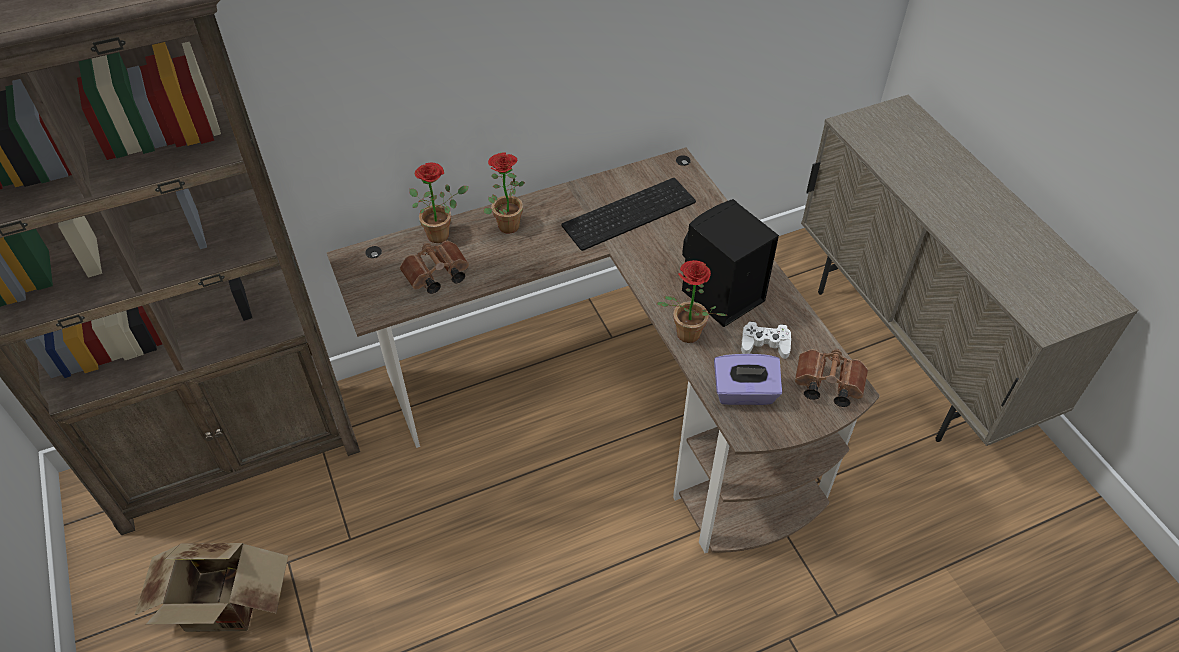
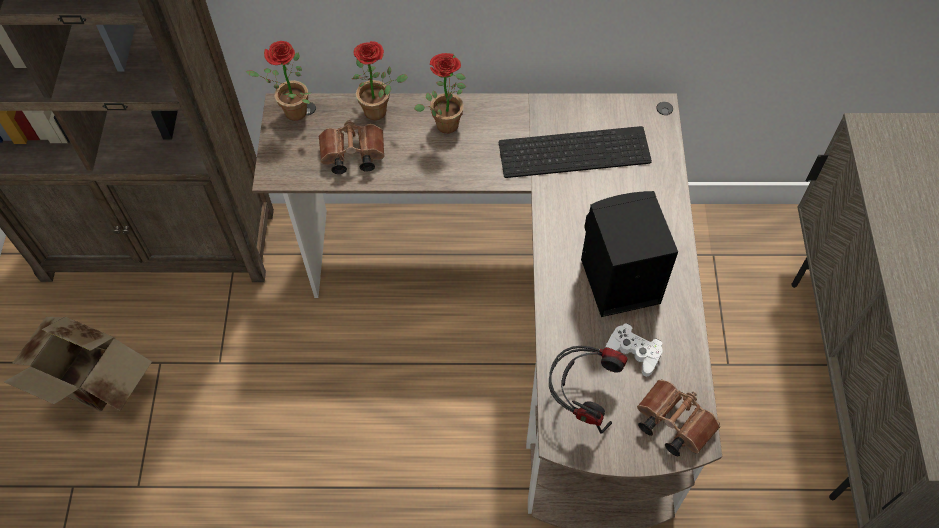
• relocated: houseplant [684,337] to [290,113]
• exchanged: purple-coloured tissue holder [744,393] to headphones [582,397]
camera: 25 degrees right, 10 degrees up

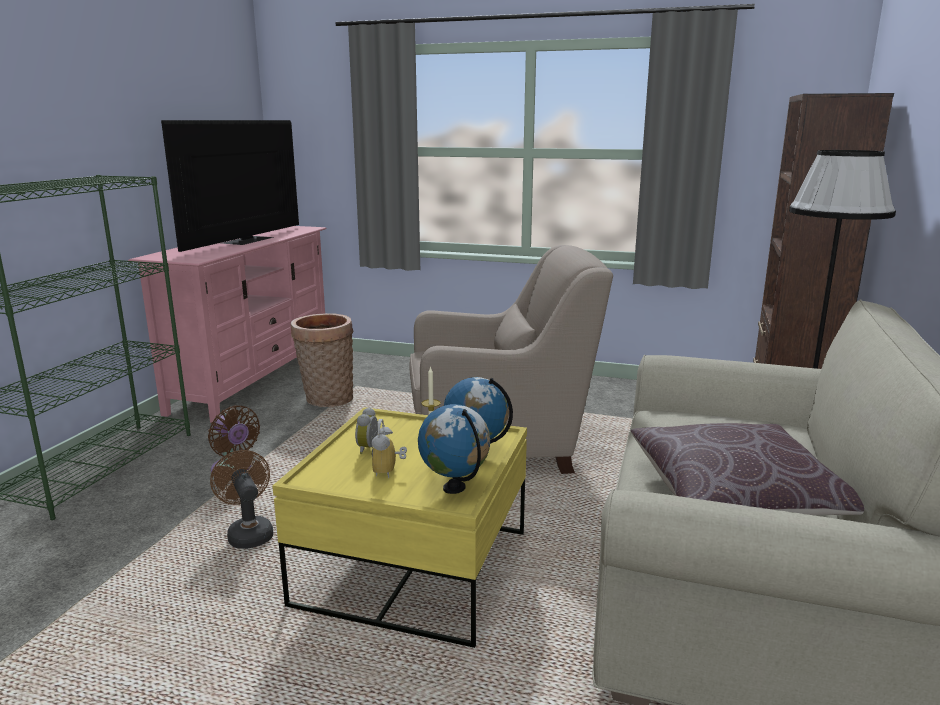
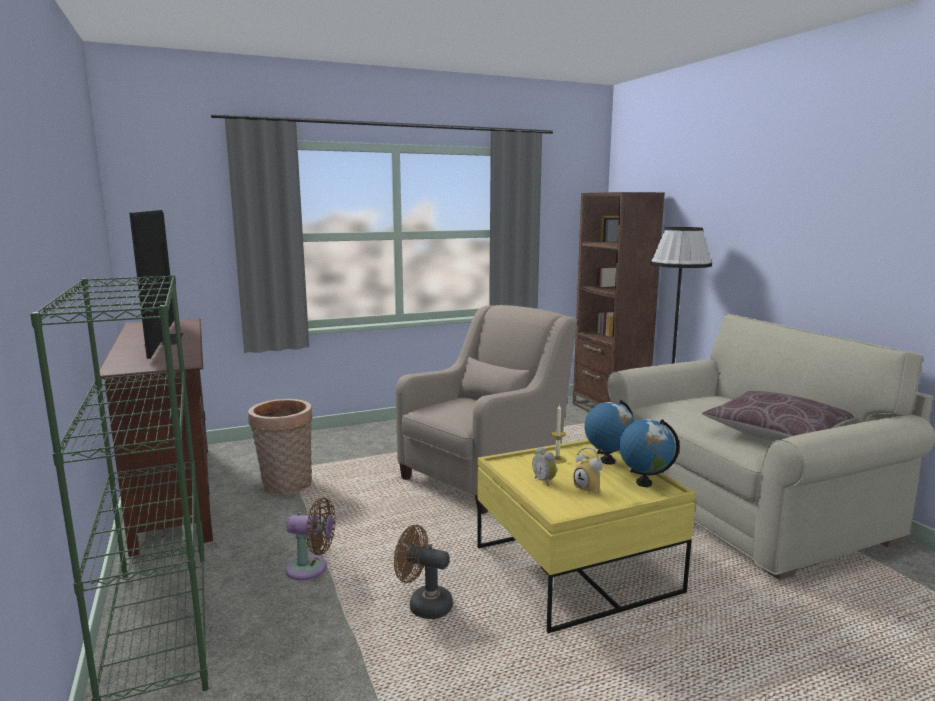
• colour: pink-coloured tv unit [253,381] to brown-coloured tv unit [174,494]
camera: 40 degrees left, 5 degrees down

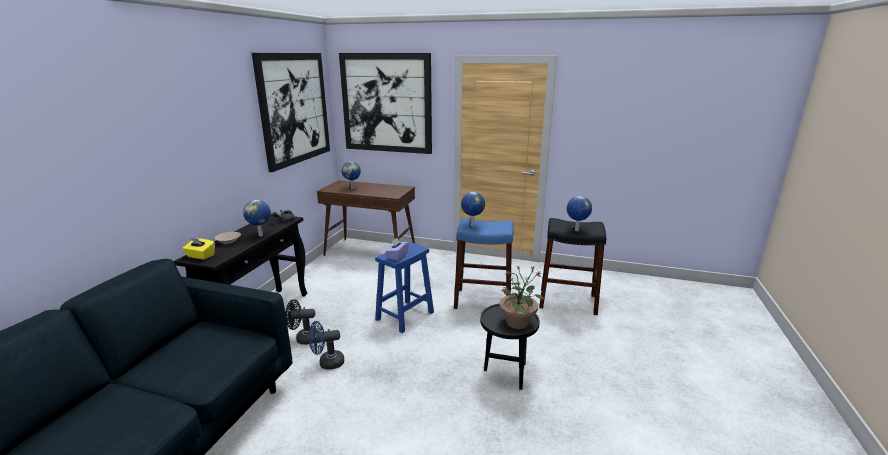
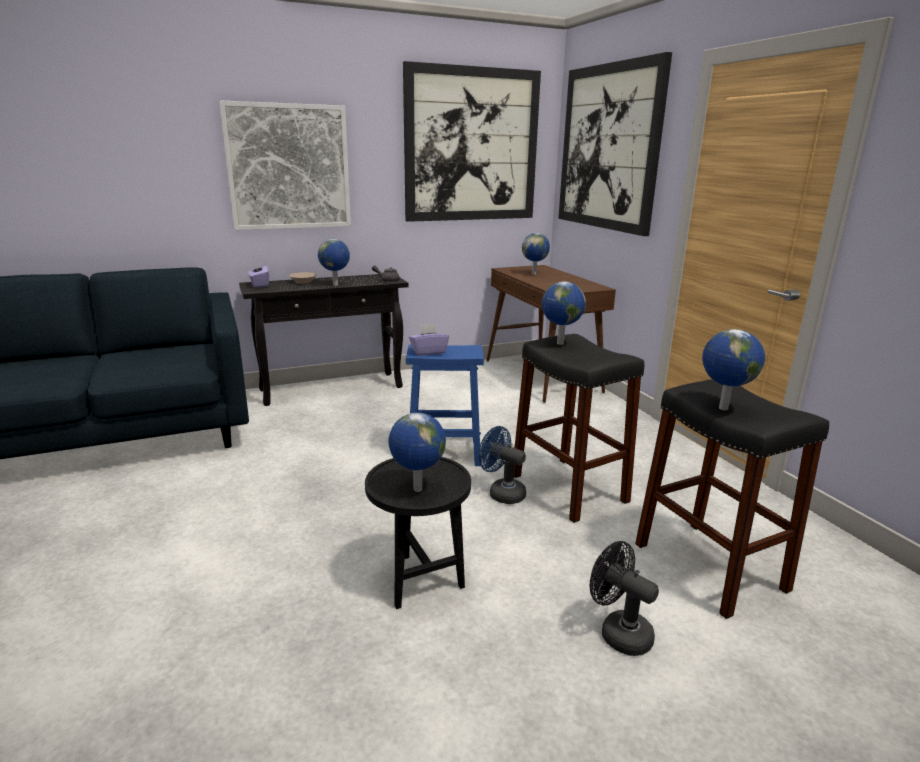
• colour: yellowish tissue holder [200,256] to purple-coloured tissue holder [259,285]
• relocated: black-coloured fan [303,339] to [618,632]
• relocated: bluish fan [327,363] to [502,493]
• colour: bluish sitting stool [483,300] to black-coloured sitting stool [569,488]
• exchanged: houseplant [518,322] to world globe [417,489]
• appeared: picture [289,167]
camera: 50 degrees right, 0 degrees up

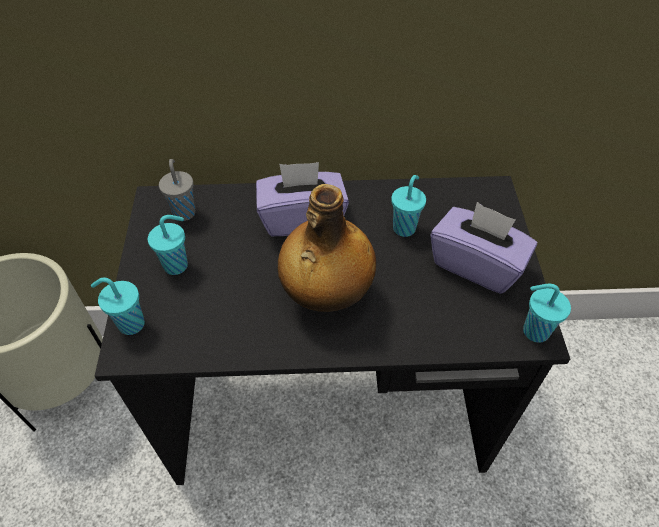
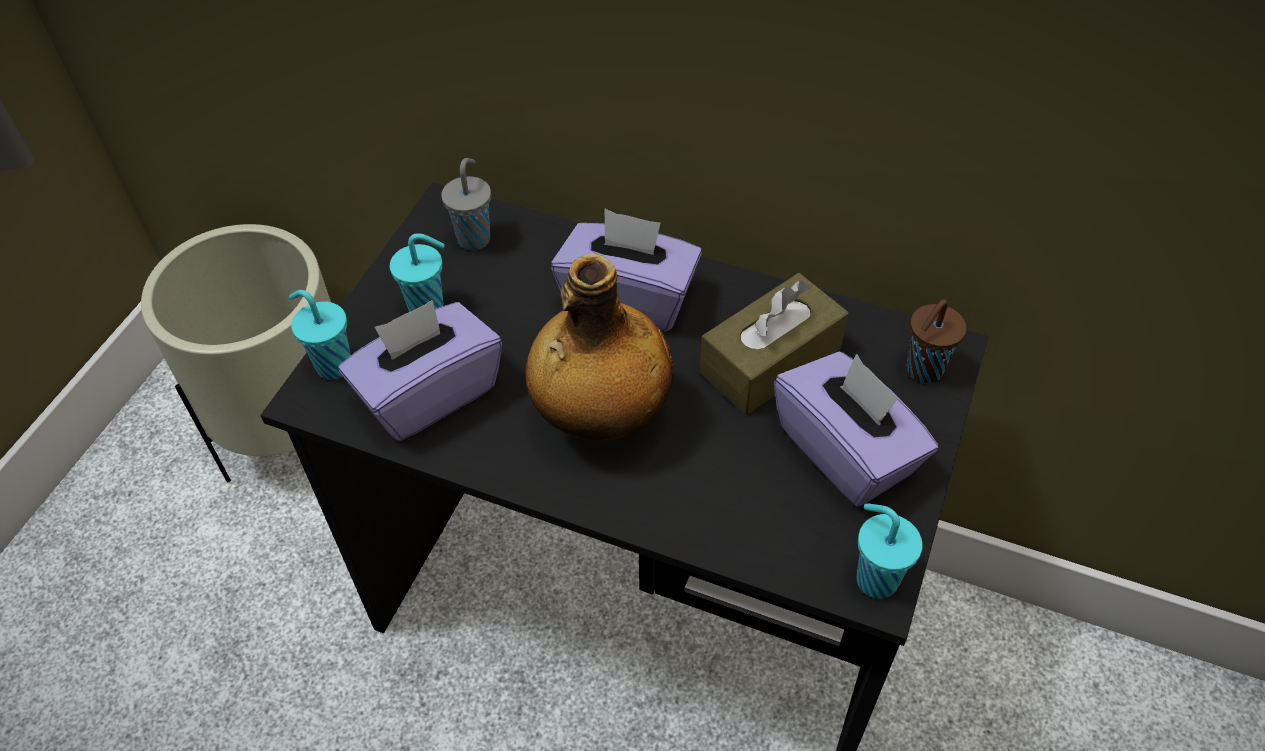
• exchanged: blue-green small cup [404,227] to brown-coloured tissue holder [770,360]
• appeared: purple-coloured tissue holder [429,393]
• appeared: brown-coloured small cup [922,371]
camera: 25 degrees right, 0 degrees up

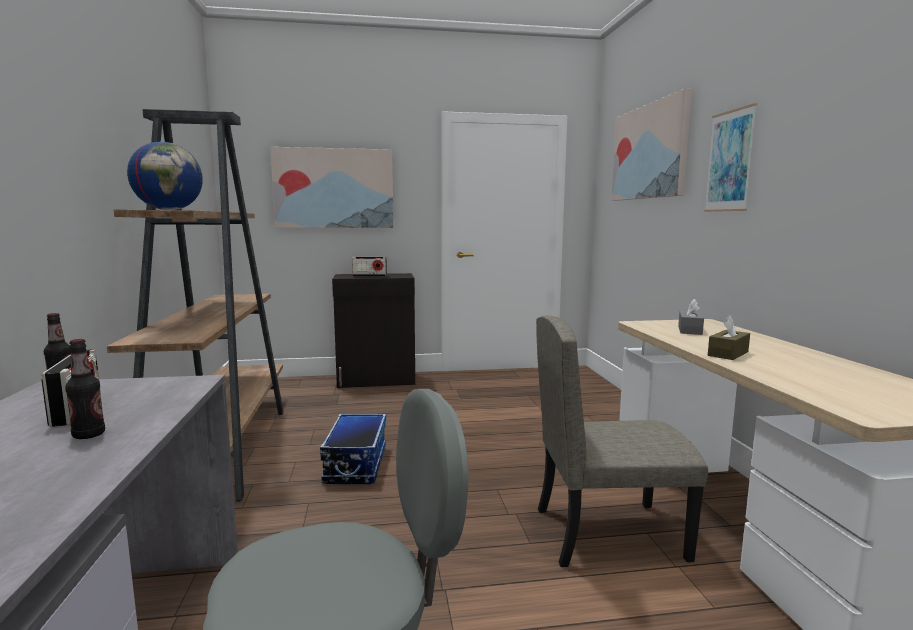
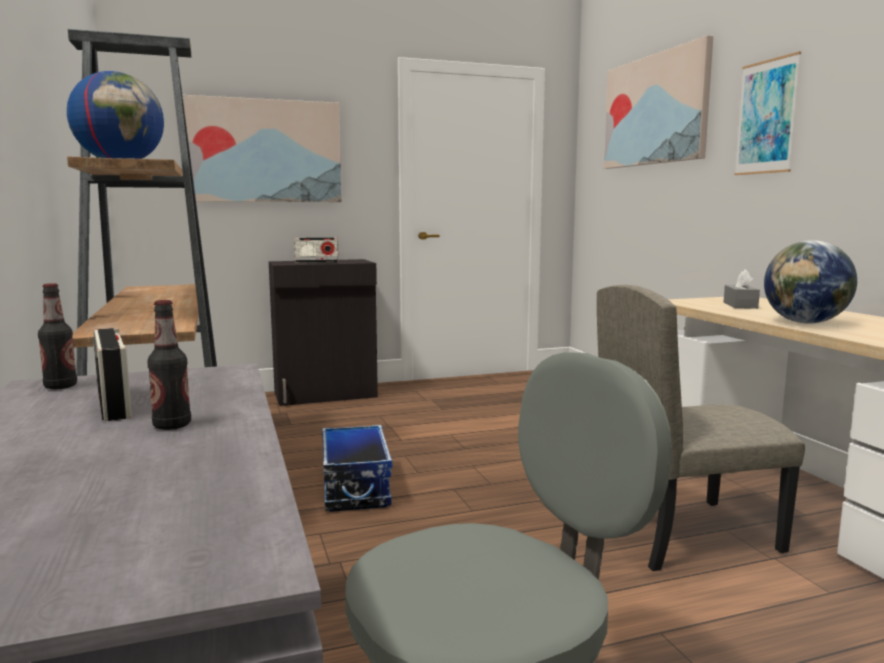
• exchanged: brown-coloured tissue holder [728,354] to world globe [805,323]
camera: 10 degrees left, 0 degrees up

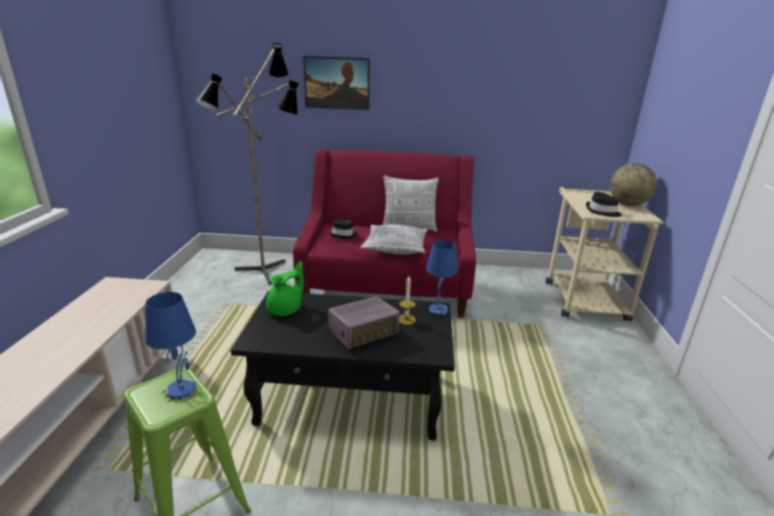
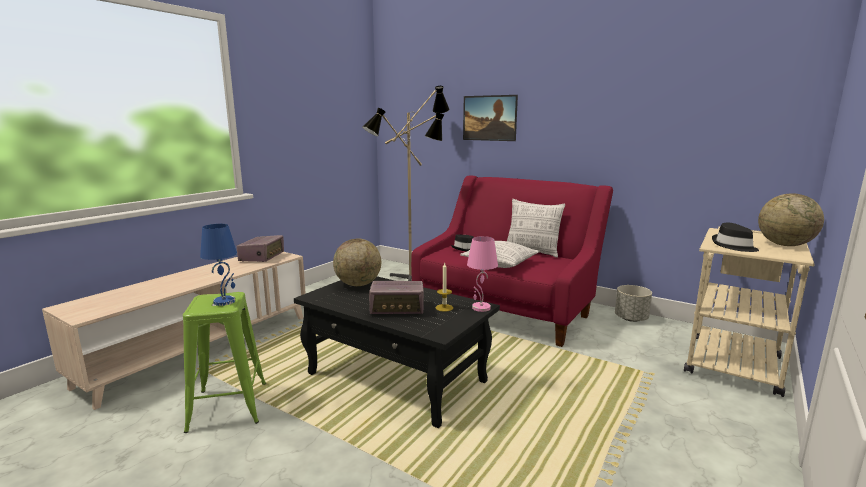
• exchanged: greenish pot for tea [286,310] to world globe [358,284]
• colour: bluish lamp for a table [438,311] to pink-coloured lamp for a table [481,308]
• appeared: radio receiver [262,257]
• appeared: gray planter [631,318]
camera: 30 degrees right, 10 degrees down

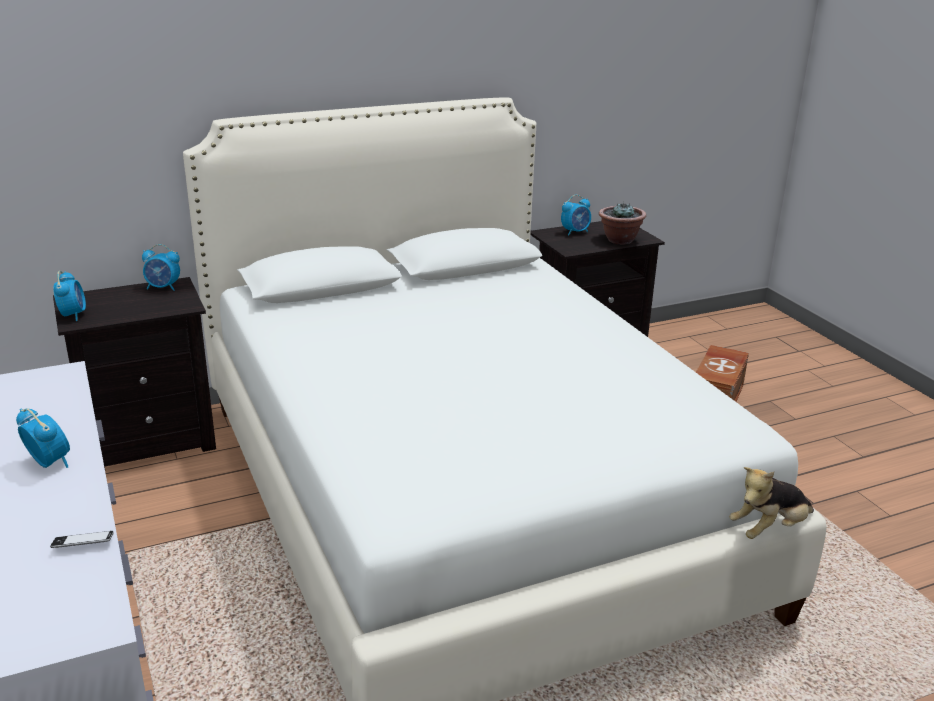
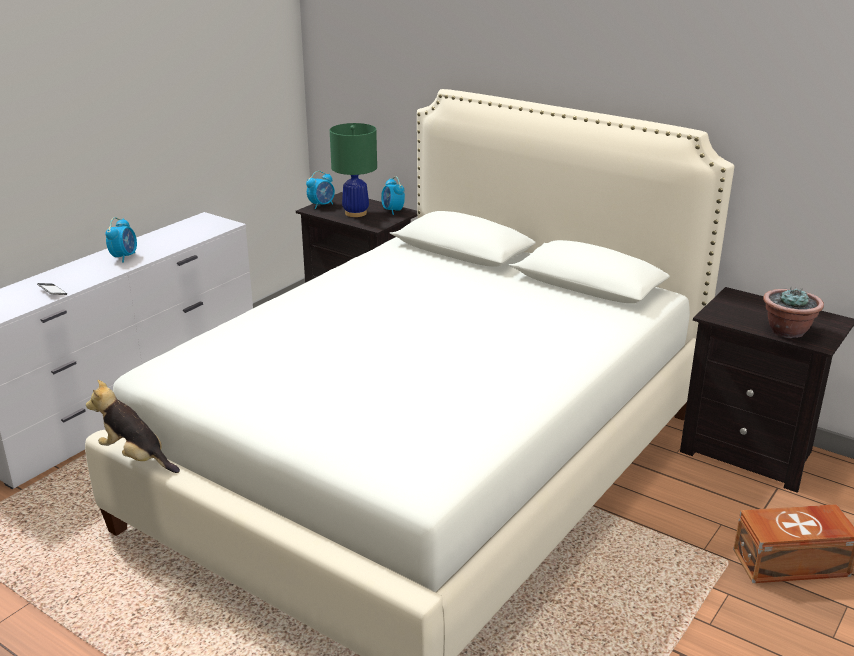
• missing: alarm clock [575,232]
• relocated: soft toy [769,529] to [136,457]
• appeared: greenish lamp for a table [356,213]
camera: 60 degrees right, 0 degrees up

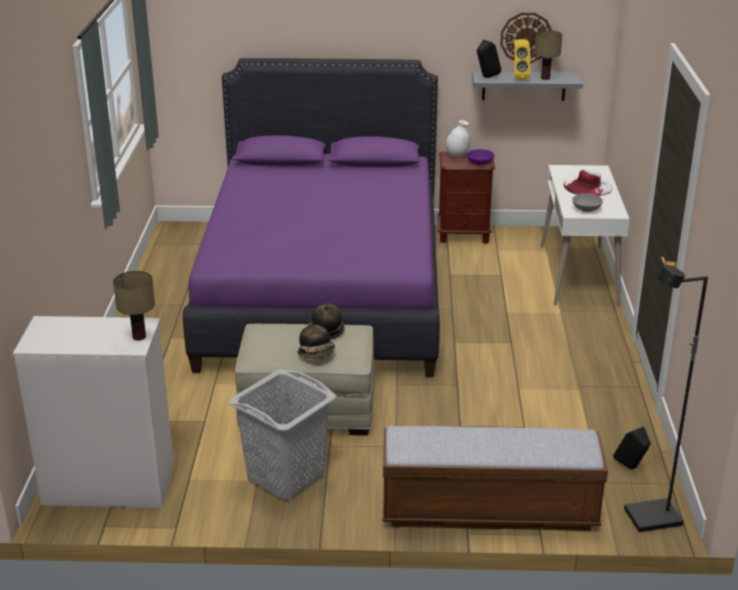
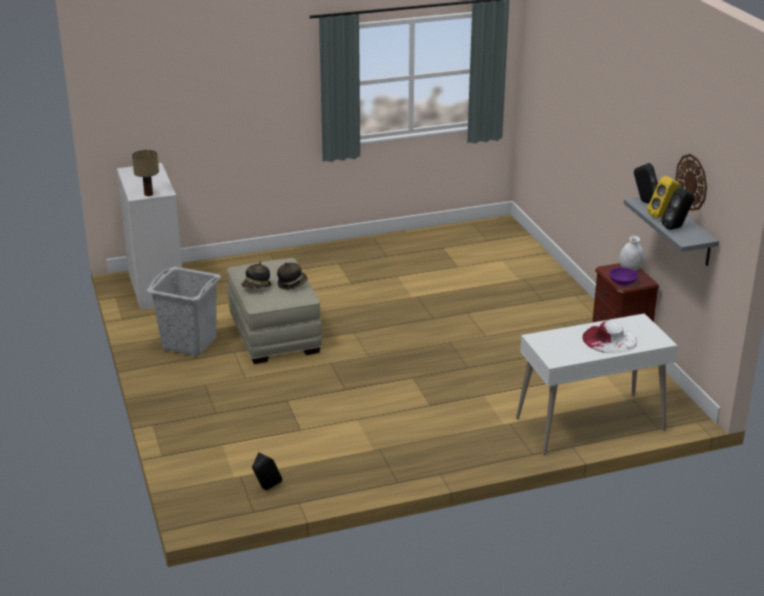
• missing: purple-coloured bed [322,291]
• missing: indoor bench [488,510]
• exchanged: lamp for a table [545,78] to black-coloured audio speaker [676,228]
• missing: gray bowl [586,209]
• missing: black-coloured floor lamp [652,518]
camera: 70 degrees right, 0 degrees up

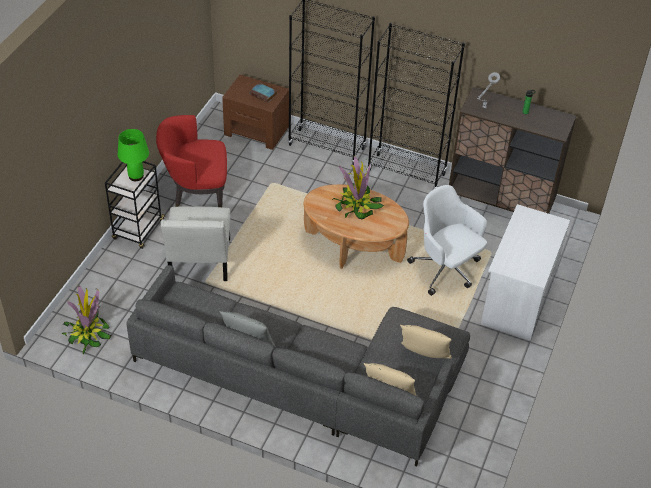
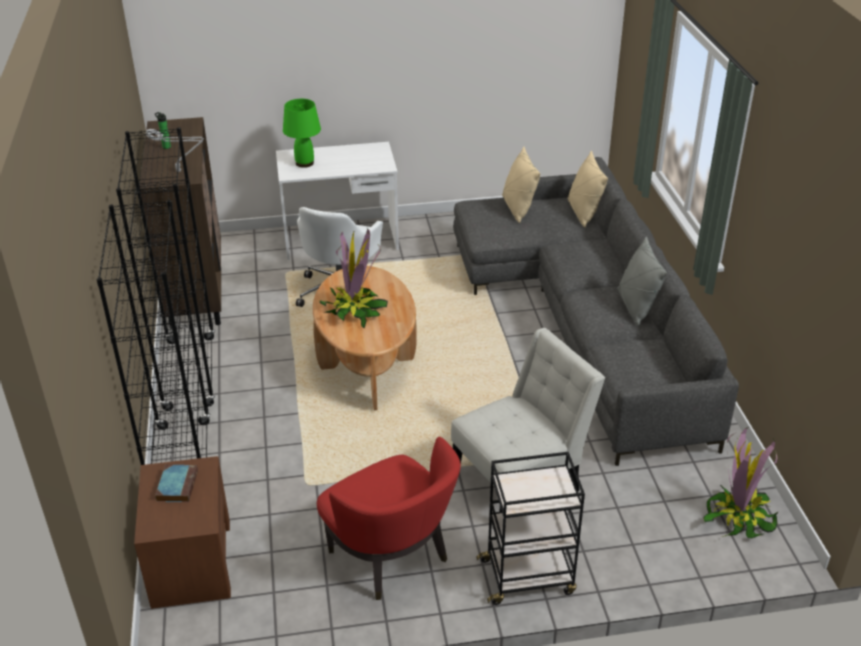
• relocated: greenish lamp for a table [135,176] to [305,163]
camera: 120 degrees left, 10 degrees down

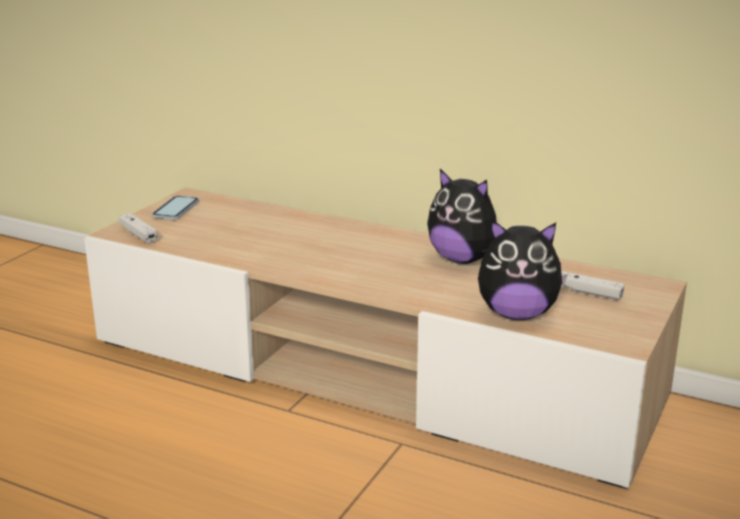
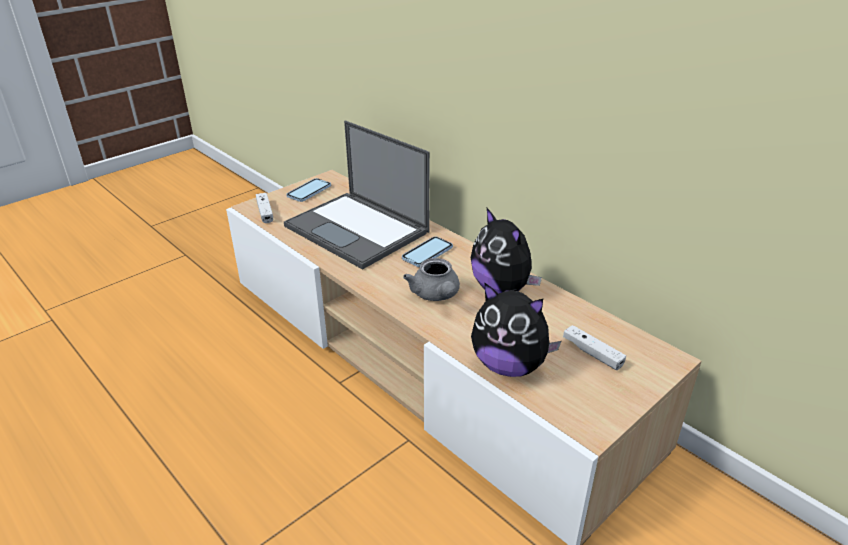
• appeared: portable computer [358,229]
• appeared: handset [427,253]
• appeared: gray pot for tea [436,295]
camera: 20 degrees right, 10 degrees up

